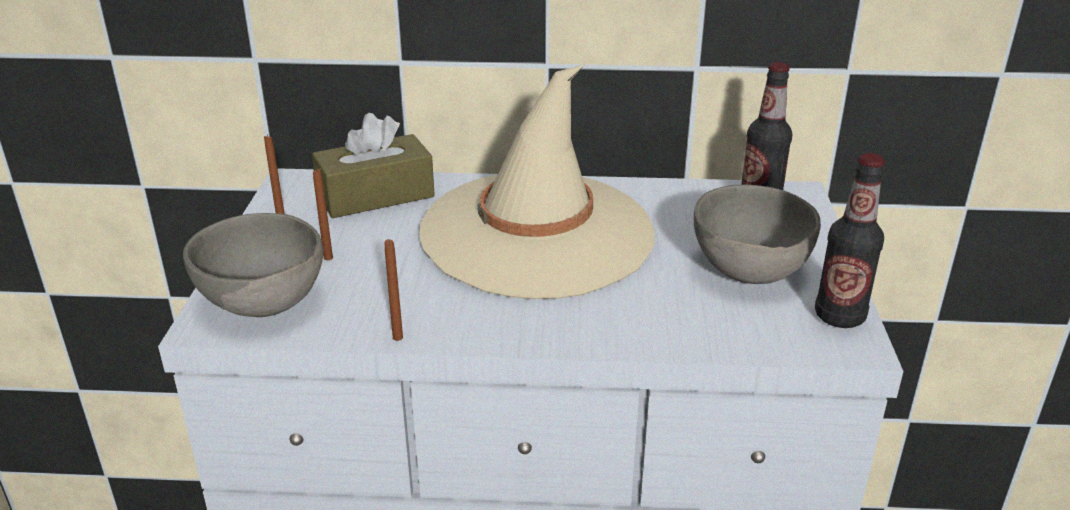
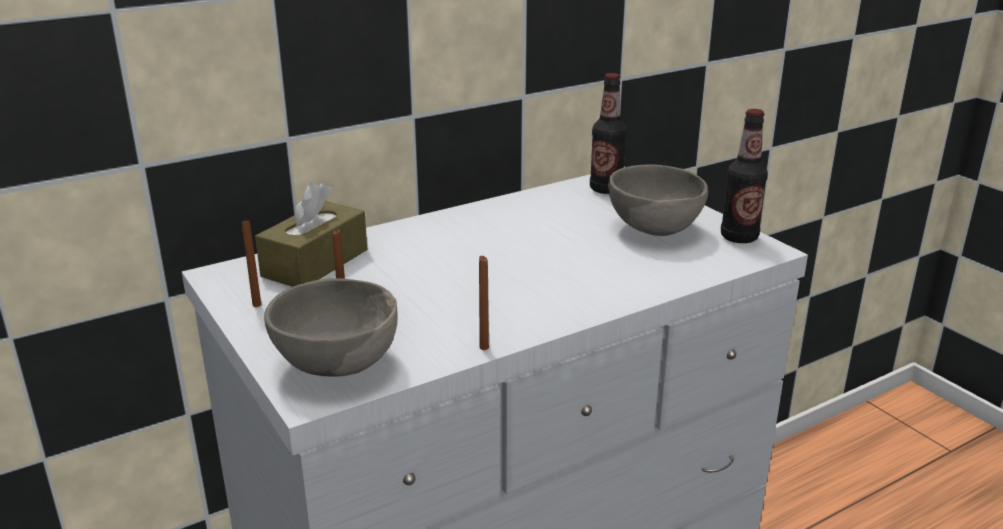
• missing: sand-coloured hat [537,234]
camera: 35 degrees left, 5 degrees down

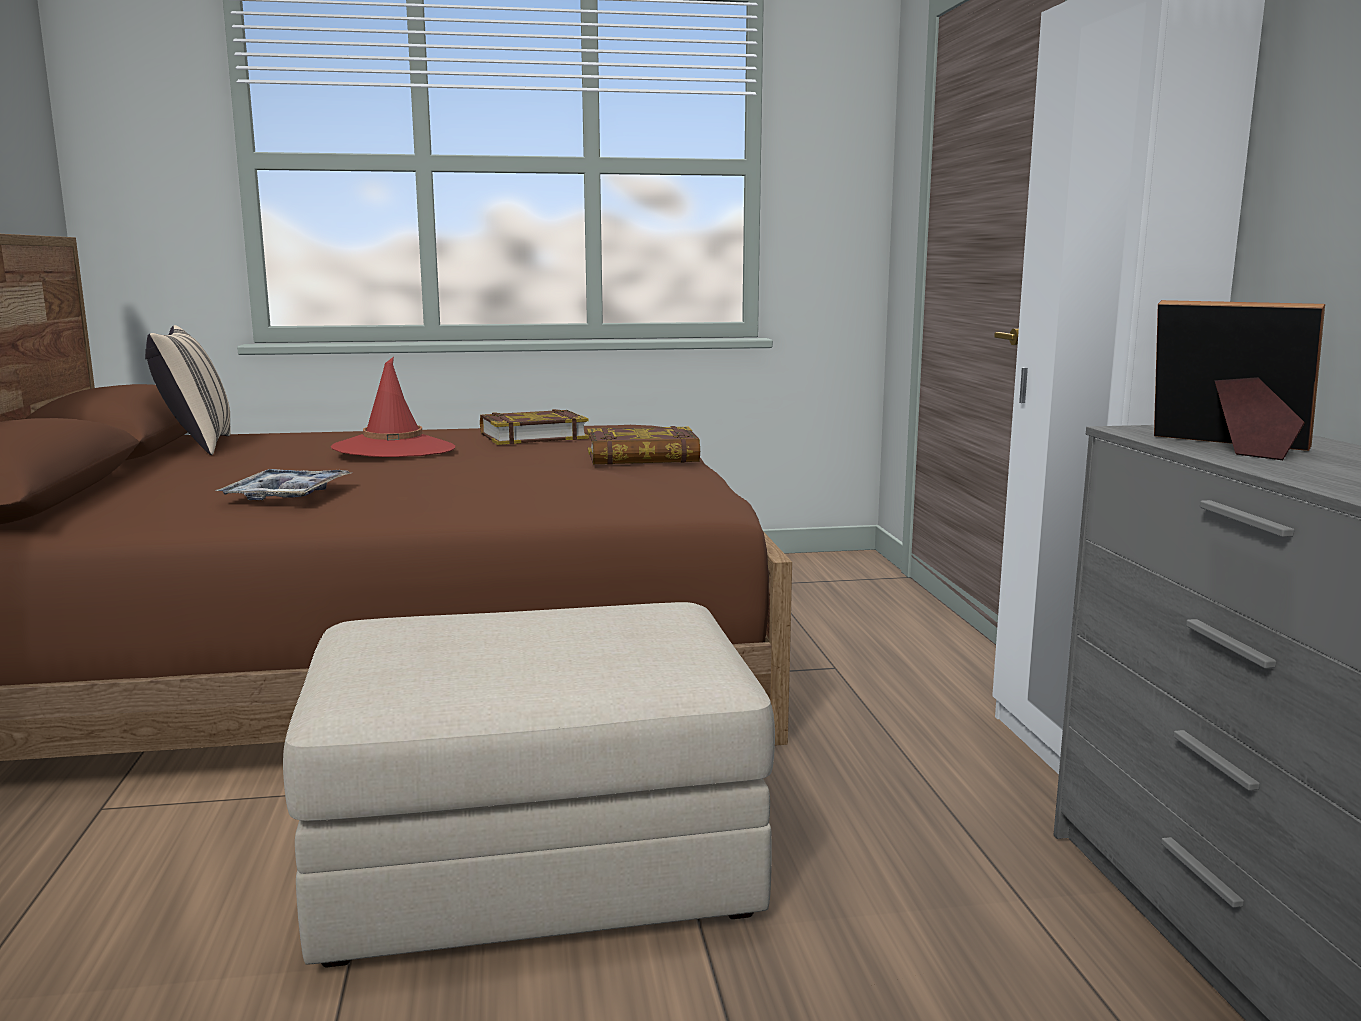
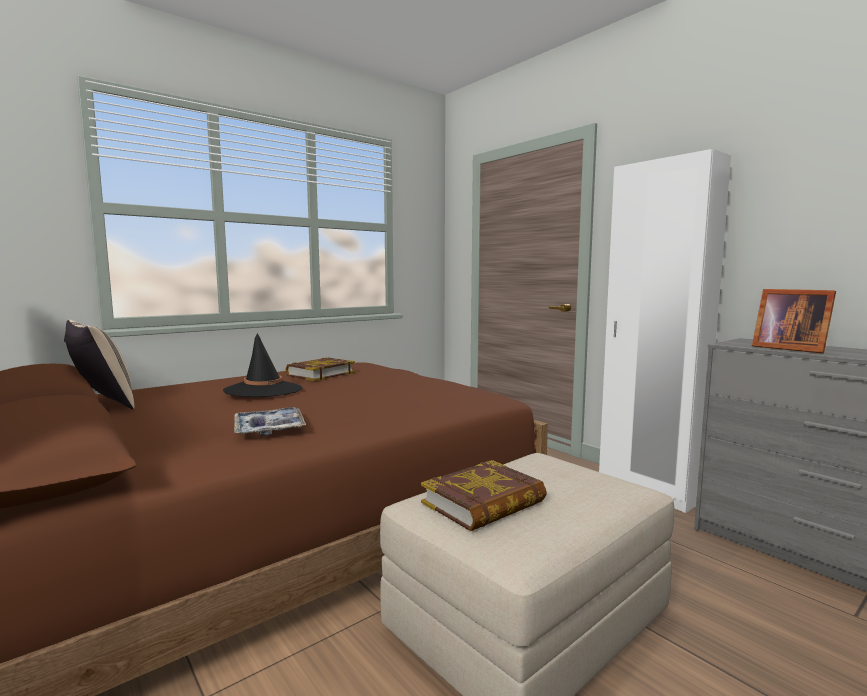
• colour: reddish hat [394,449] to black-coloured hat [263,390]
• relocated: book [642,456] to [484,503]
• spun: picture frame [1229,447] = [787,348] 135 degrees counterclockwise
camera: 30 degrees left, 5 degrees down

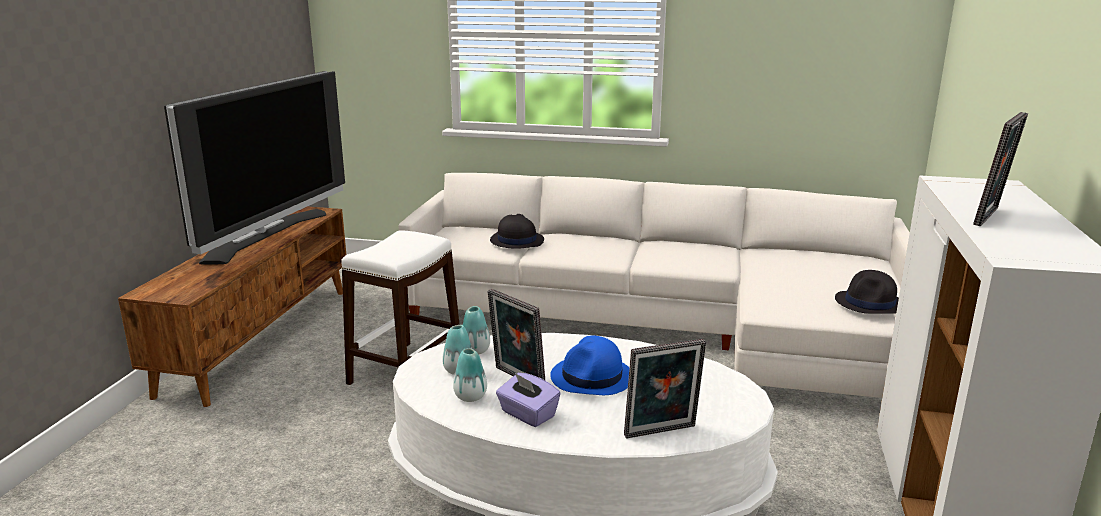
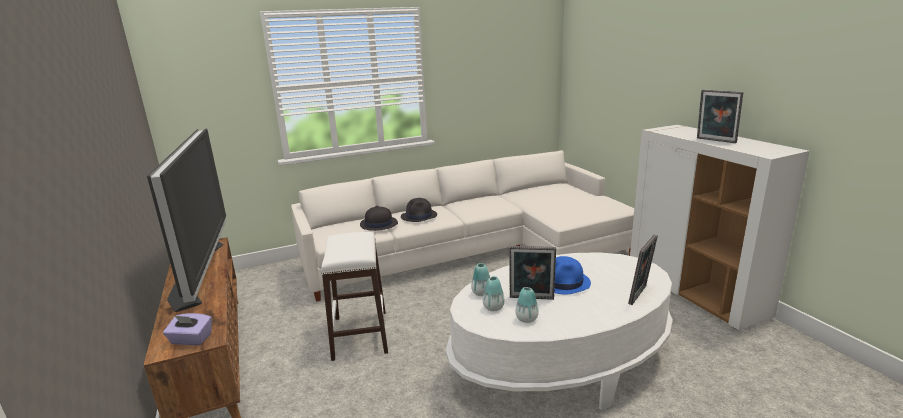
• relocated: purple-coloured tissue holder [527,414] to [191,340]
• relocated: black-coloured hat [870,303] to [419,216]
• spun: picture frame [991,217] = [715,141] 135 degrees clockwise
camera: 35 degrees left, 0 degrees up

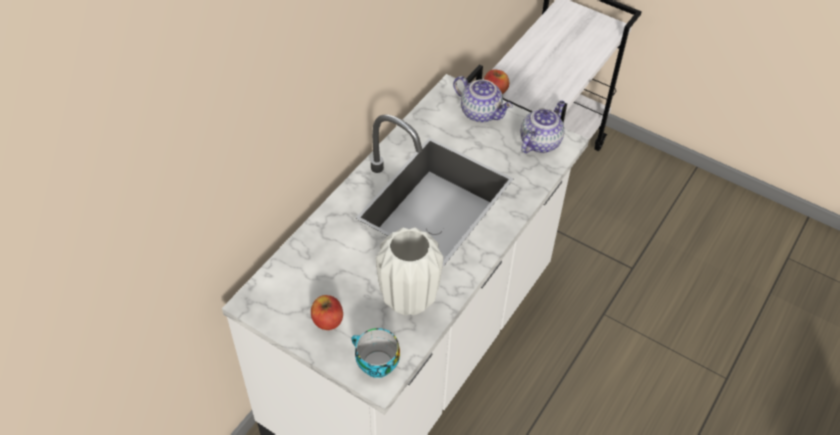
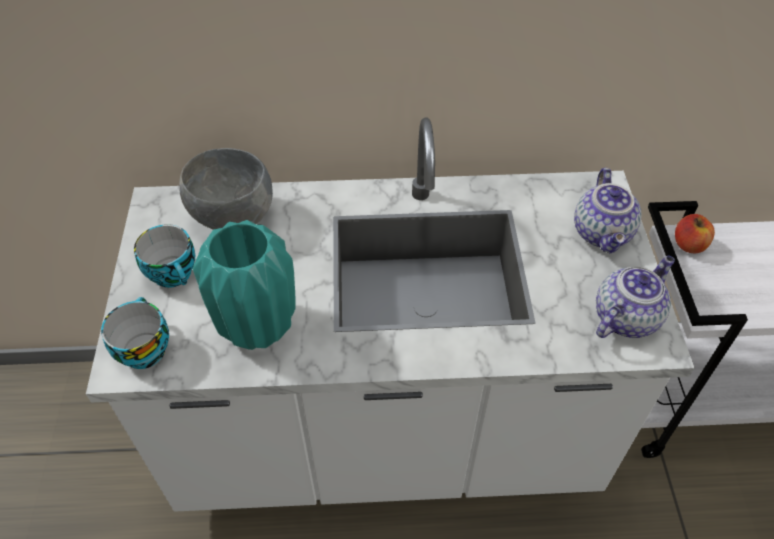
• exchanged: apple fruit [327,320] to small cup [175,274]
• colour: whitish vase [408,300] to blue-green vase [256,327]
• spun: pot for tea [540,142] = [626,316] 45 degrees counterclockwise
• appeared: gray bowl [233,218]
camera: 55 degrees right, 0 degrees up

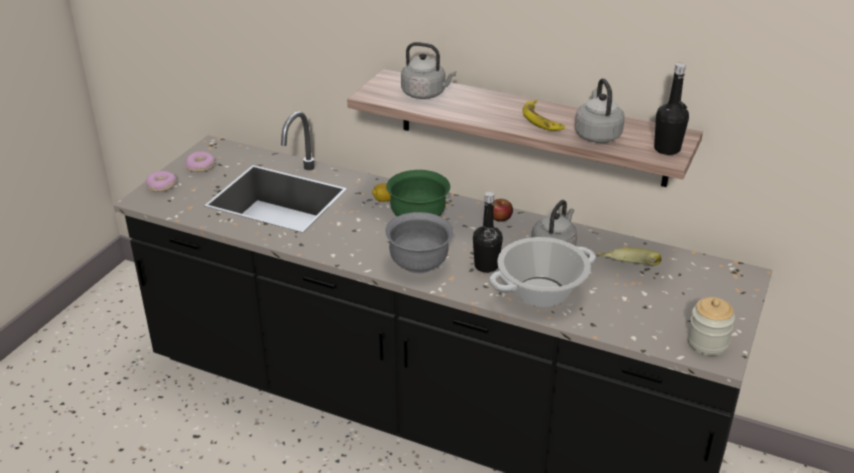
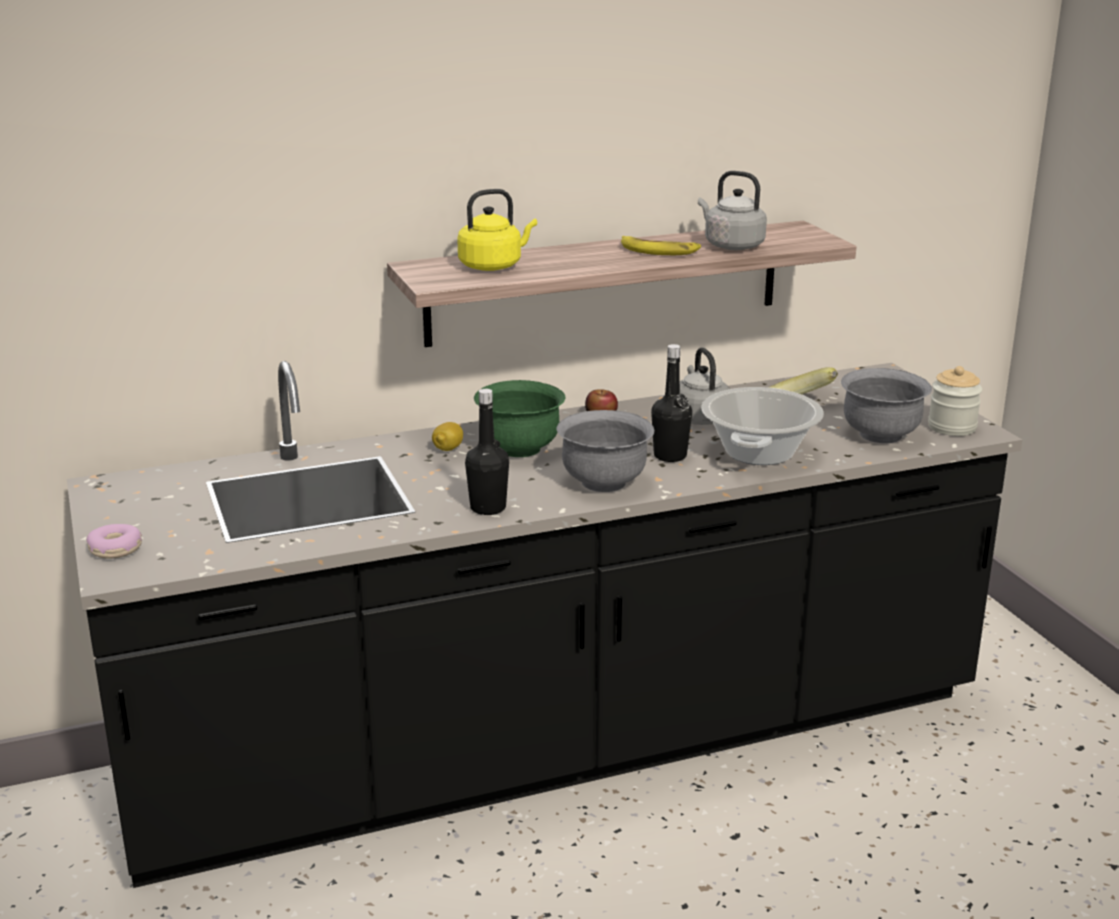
• missing: ring doughnut [201,166]
• colour: gray water kettle [426,94] to yellowish water kettle [493,266]
• relocated: black-coloured drink bottle [667,149] to [488,508]
• appeared: gray bowl [880,435]
camera: 45 degrees left, 10 degrees down

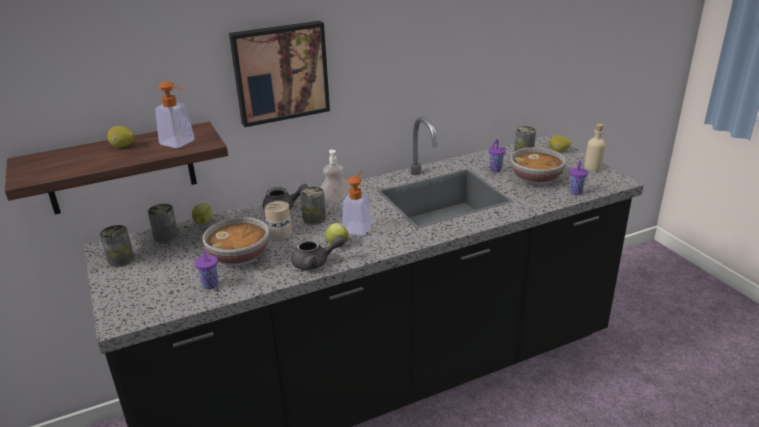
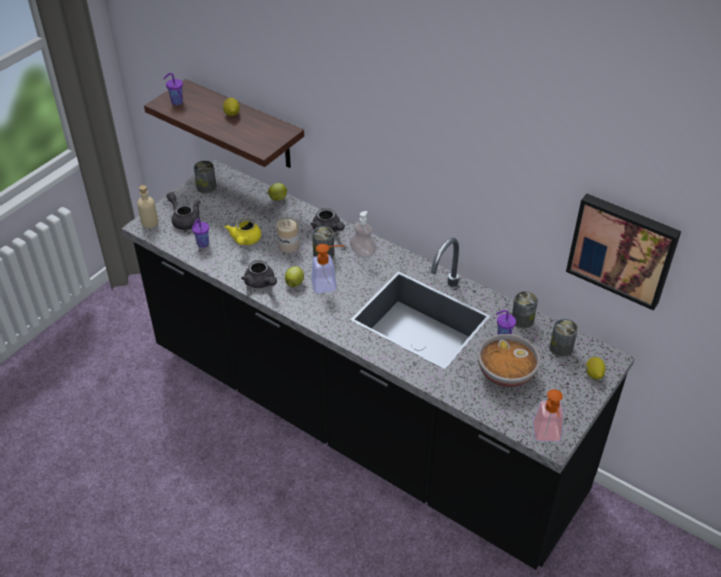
• relocated: can [166,237] to [522,320]
• relocated: soap bottle [181,143] to [547,437]
• exchanged: bowl [240,256] to yellowish pot for tea [245,240]
• relocated: picture [280,72] to [623,249]
• relocated: purple-coloured small cup [575,193] to [176,102]
• relocated: sand-coloured drink bottle [593,167] to [150,222]
• appeared: gray pot for tea [184,219]
camera: 60 degrees right, 15 degrees up

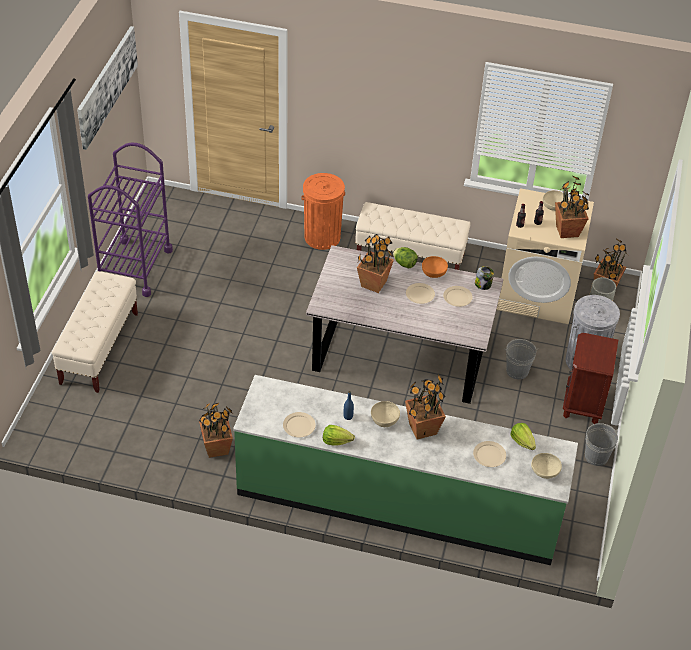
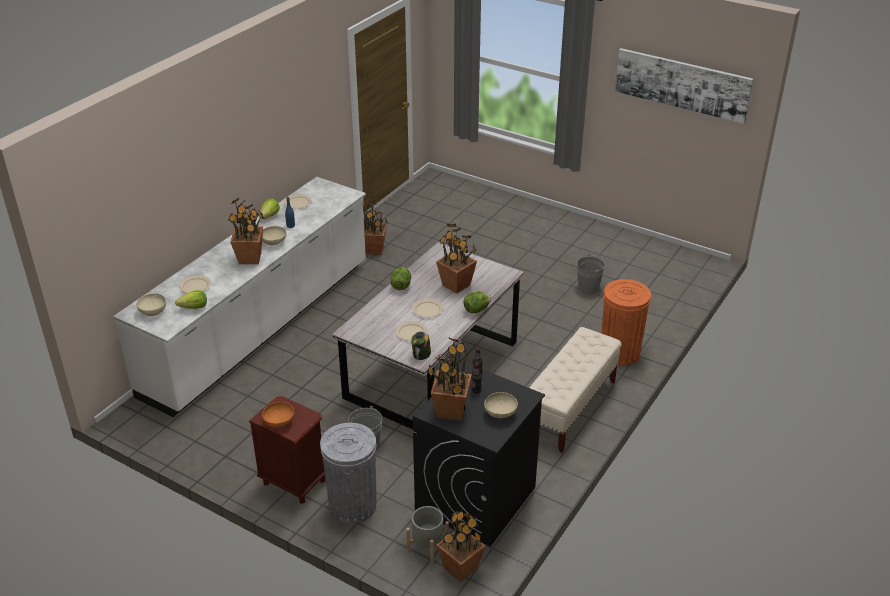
• missing: sand-coloured indoor bench [99,348]
• missing: purple-coloured trolley [135,267]
• colour: greenish kitchen base unit [398,502] to whitish kitchen base unit [260,328]
• relocated: orangey bowl [434,272] to [279,422]
• colour: sand-coloured laundry appliance [538,293] to black-coloured laundry appliance [475,499]
• relocated: gray water bucket [596,456] to [588,287]
• appeared: lettuce [401,286]
camera: 110 degrees right, 10 degrees down

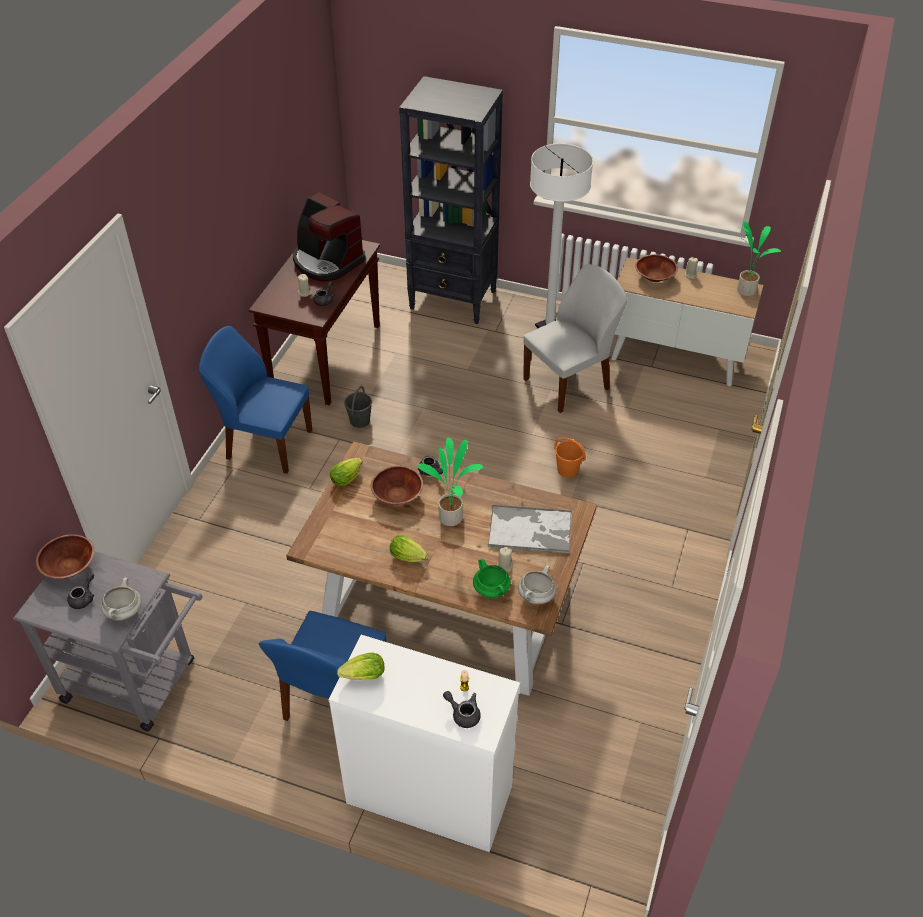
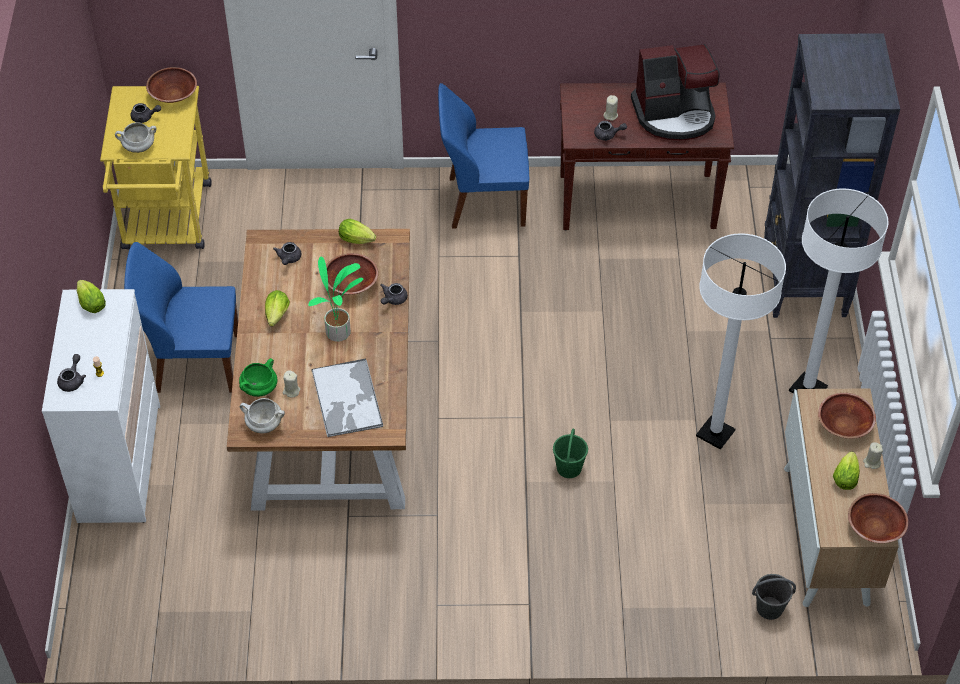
• colour: gray trolley [139,683] to yellowish trolley [166,224]
• spun: bluish upright chair [267,444] = [483,201] 90 degrees counterclockwise
• spun: coffee machine [327,261] = [674,114] 120 degrees counterclockwise
• relocated: gray water bucket [360,420] to [770,608]
• exchanged: whitish upright chair [568,383] to whitish floor lamp [715,433]
• colour: orangey water bucket [568,470] to greenish water bucket [569,468]
• exchanged: houseplant [745,290] to brown-coloured bowl [874,528]
• appeared: gray pot for tea [288,259]
• appeared: lettuce [846,476]
camera: 70 degrees right, 5 degrees up

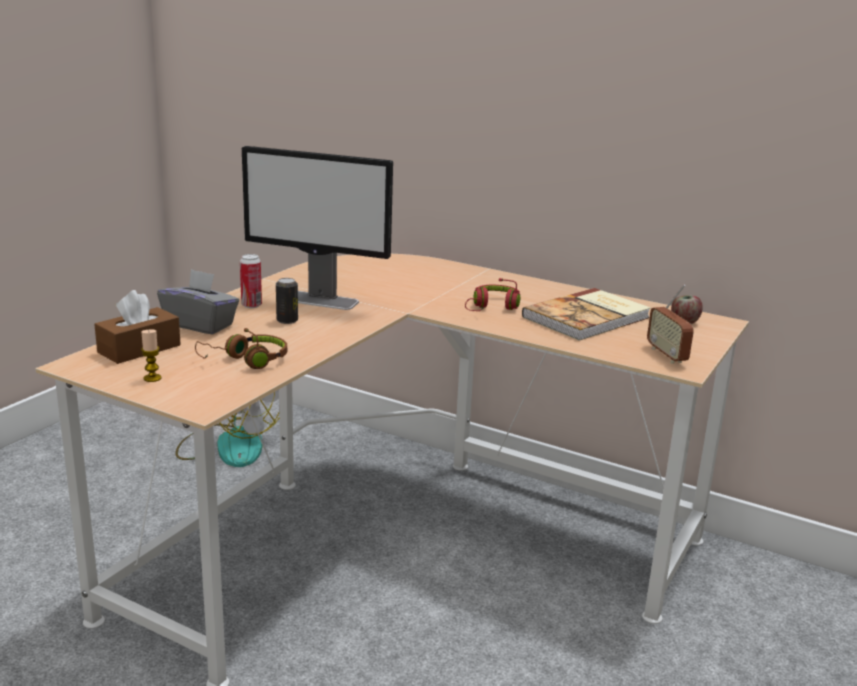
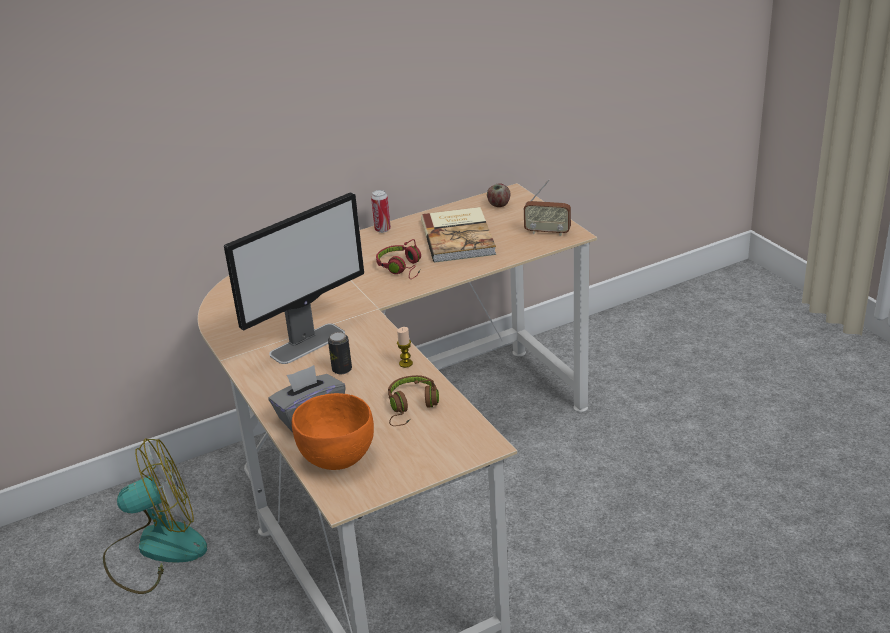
• exchanged: brown-coloured tissue holder [139,349] to orangey bowl [338,459]
• relocated: wax candle [152,378] to [406,363]
• relocated: can [251,305] to [382,229]
camera: 55 degrees left, 10 degrees up

